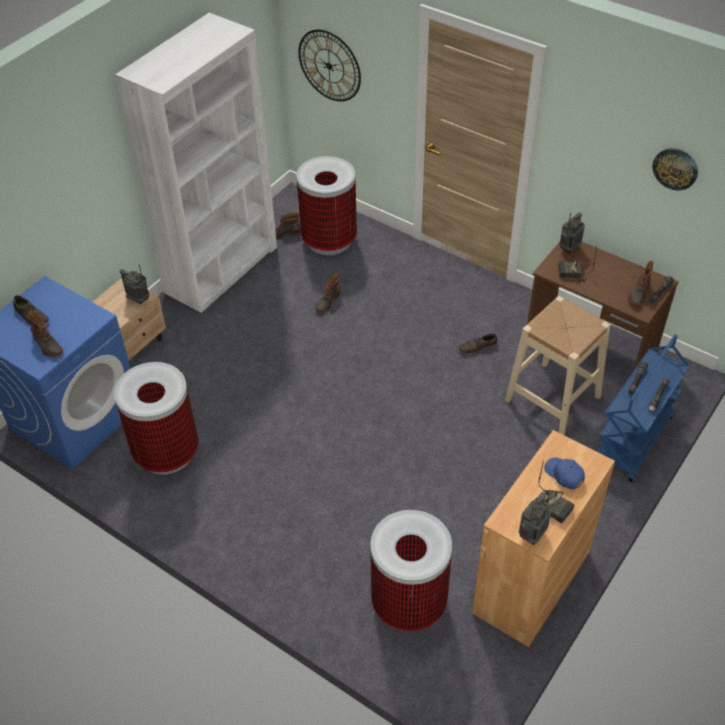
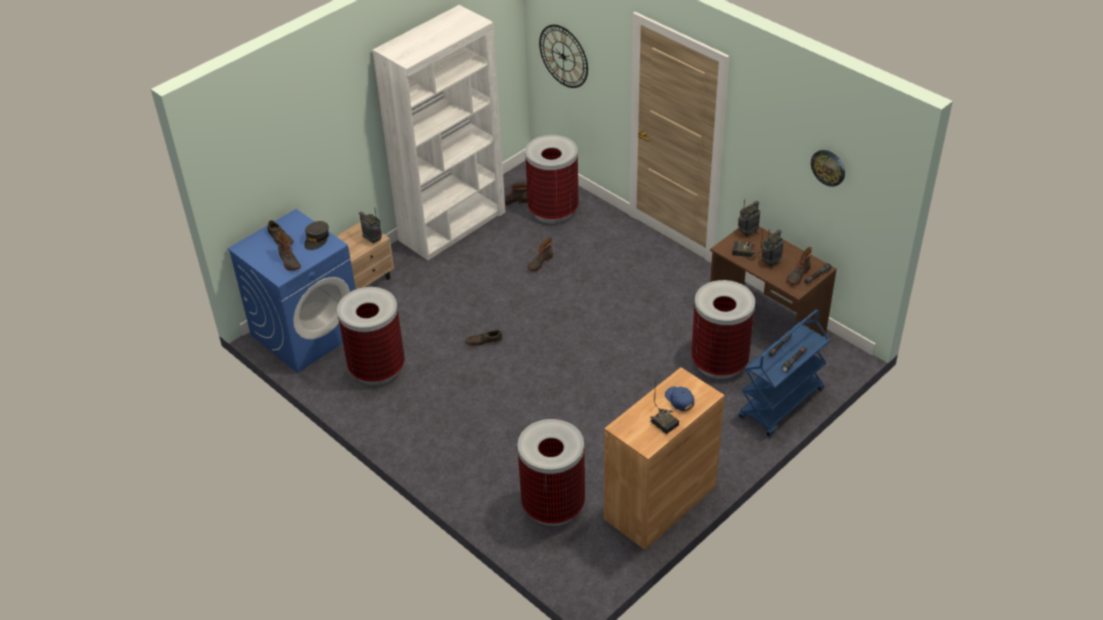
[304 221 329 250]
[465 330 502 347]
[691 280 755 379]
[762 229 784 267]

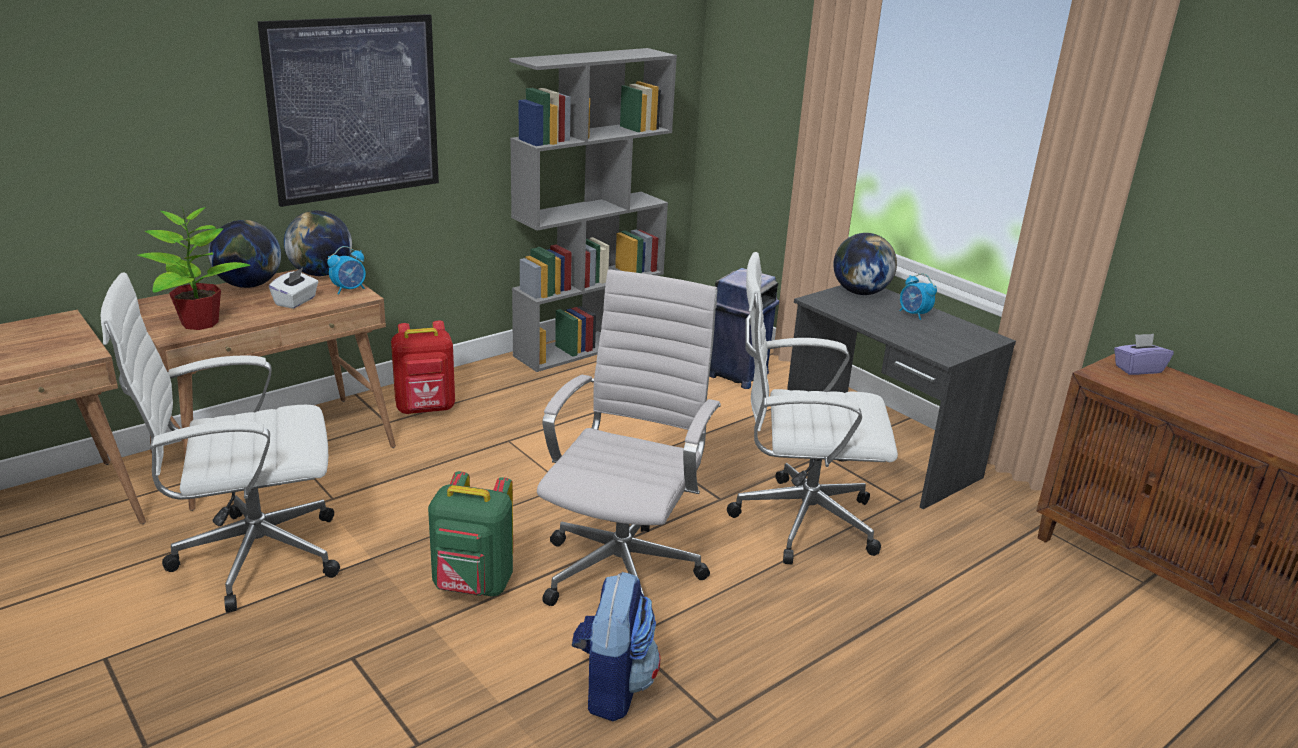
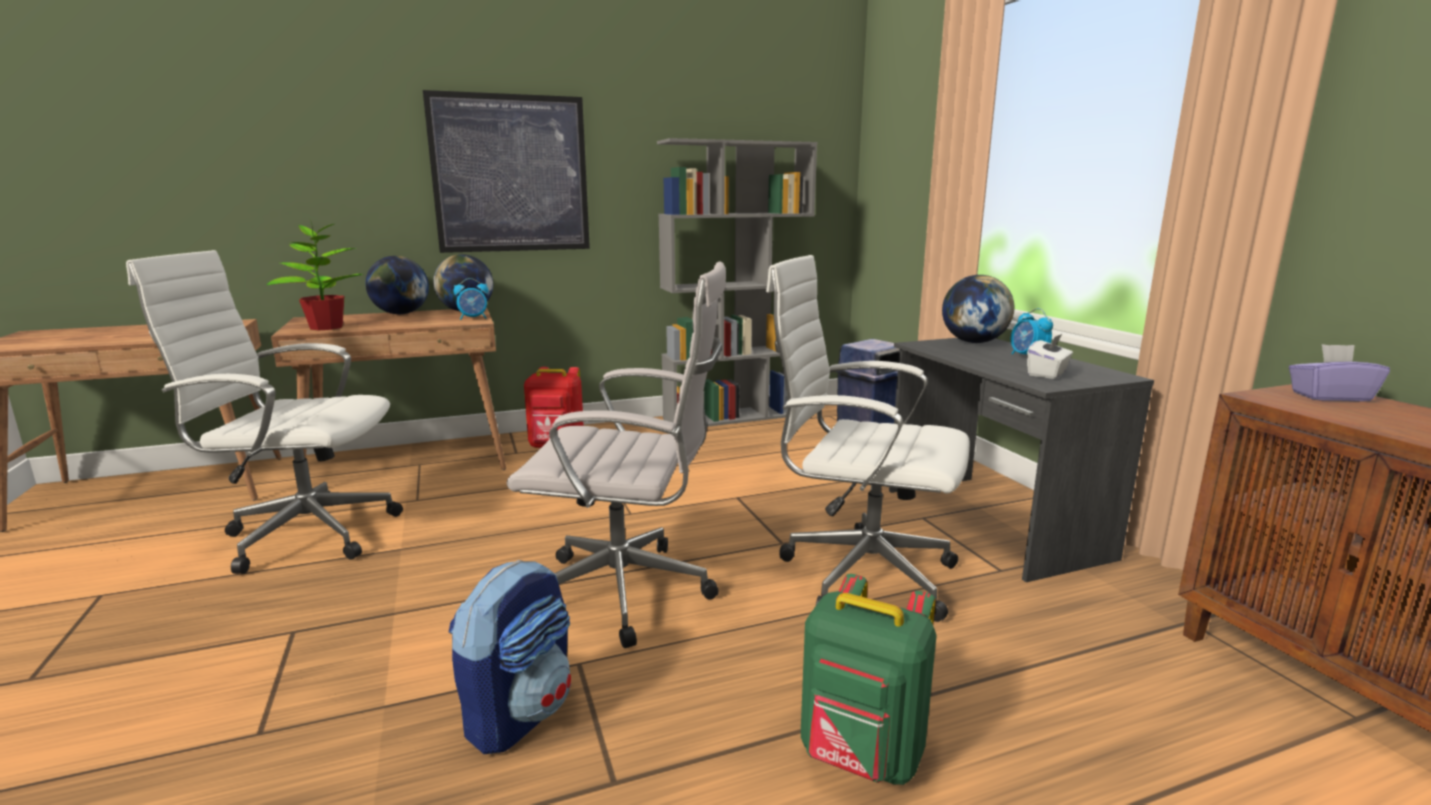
[507 262 726 648]
[801 574 937 785]
[1027 334 1073 379]

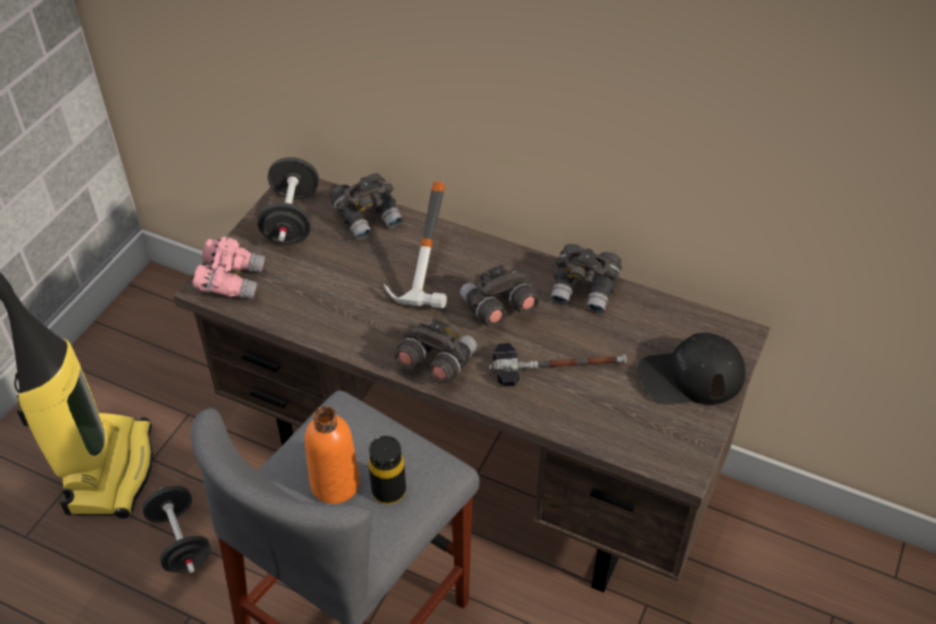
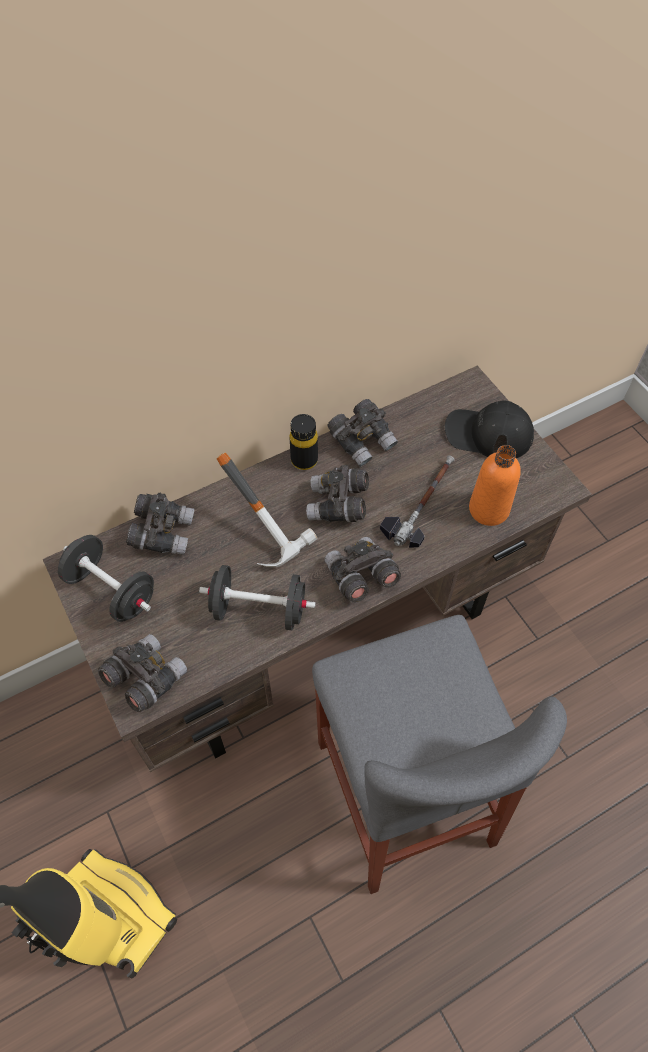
[98 634 187 712]
[199 565 316 630]
[289 414 318 470]
[445 400 534 458]
[469 445 521 526]

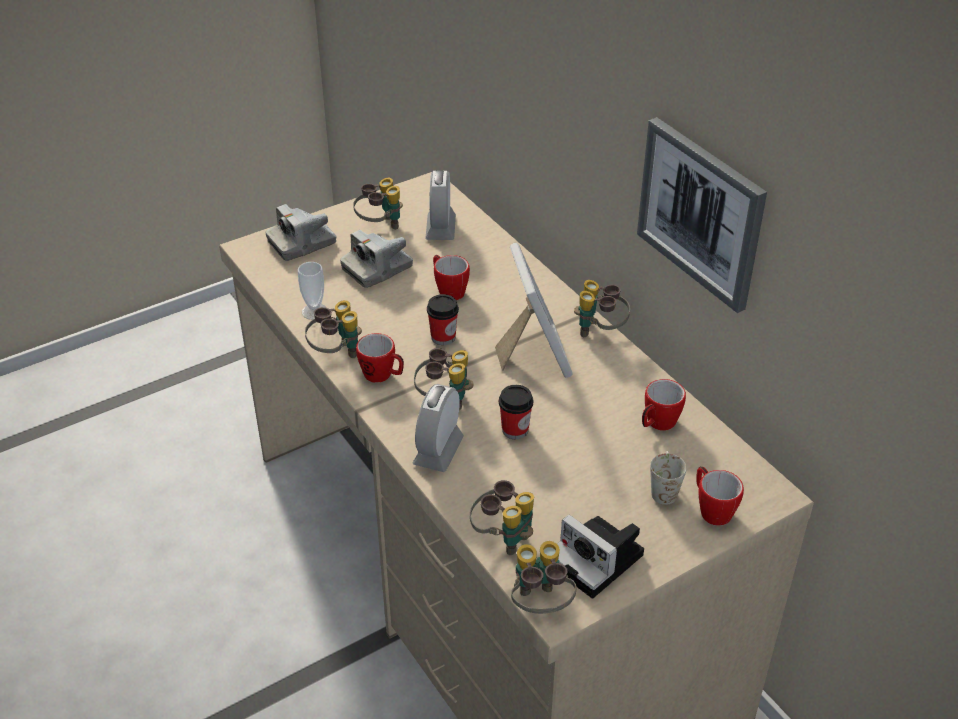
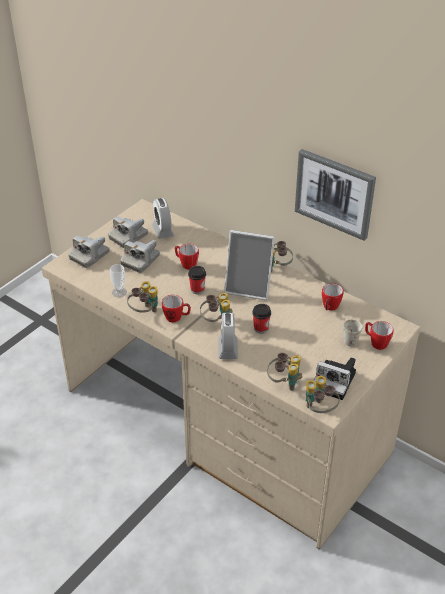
[108 216 148 248]
[224 230 275 301]

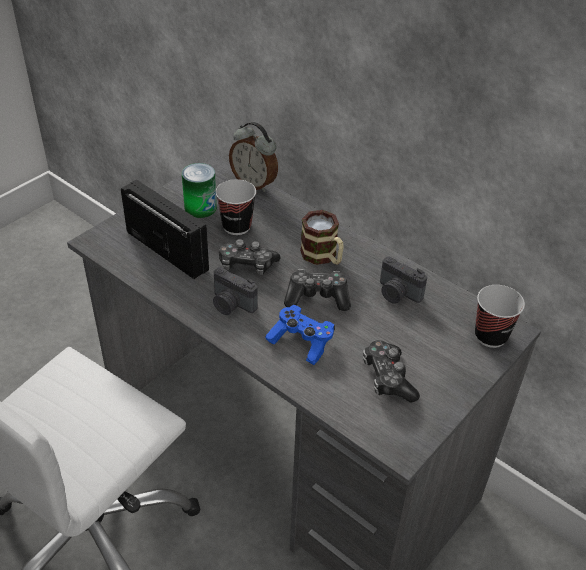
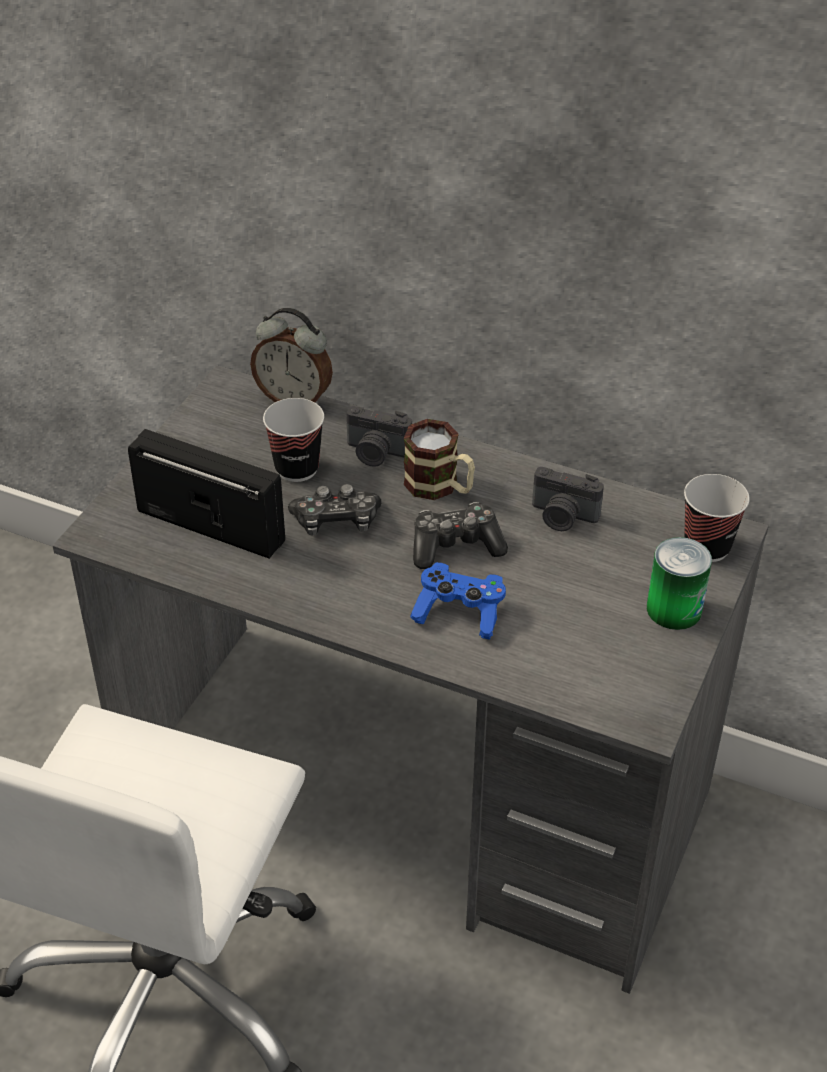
[346 406 412 467]
[647 537 712 630]
[363 340 420 403] (first image)

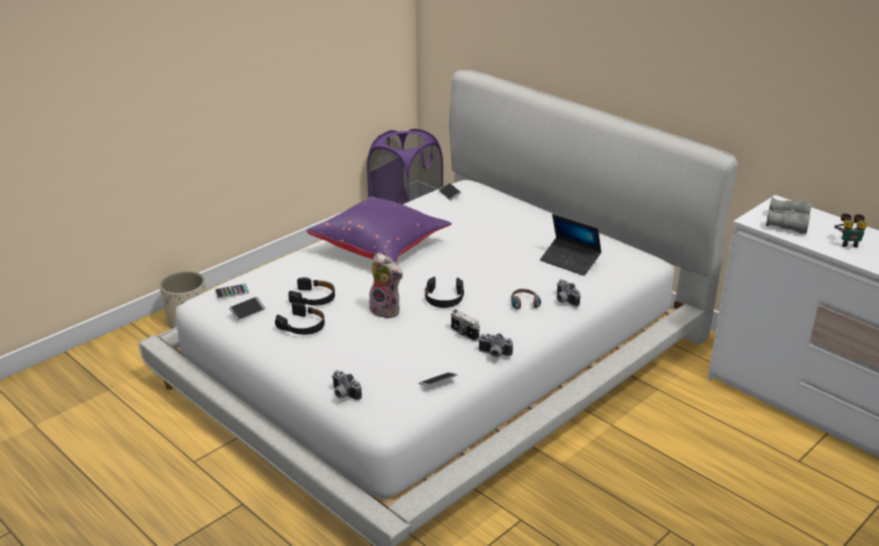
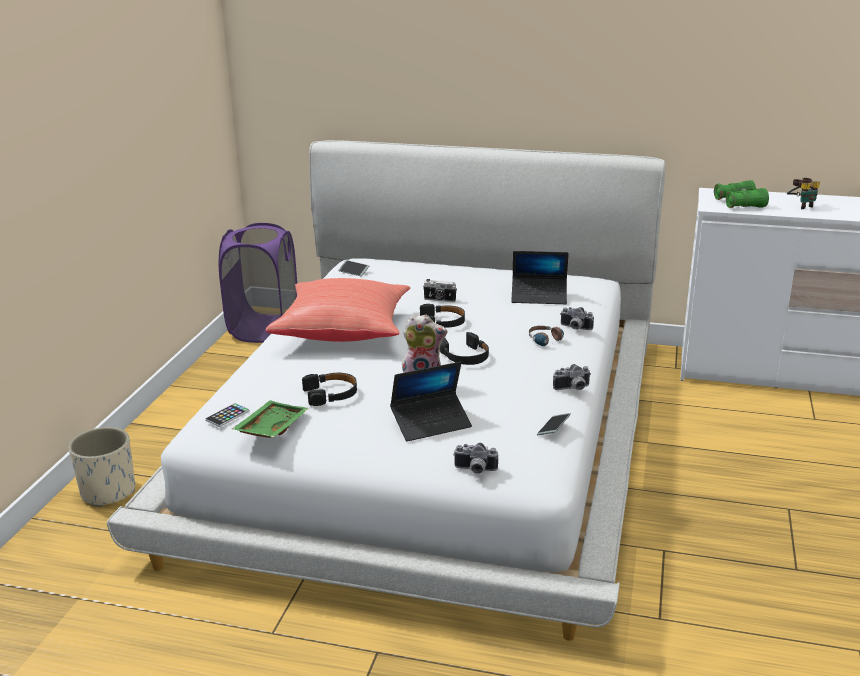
[232 400 309 438]
[266 278 410 342]
[390 362 472 442]
[420 304 465 327]
[423 279 457 302]
[714 180 769 208]

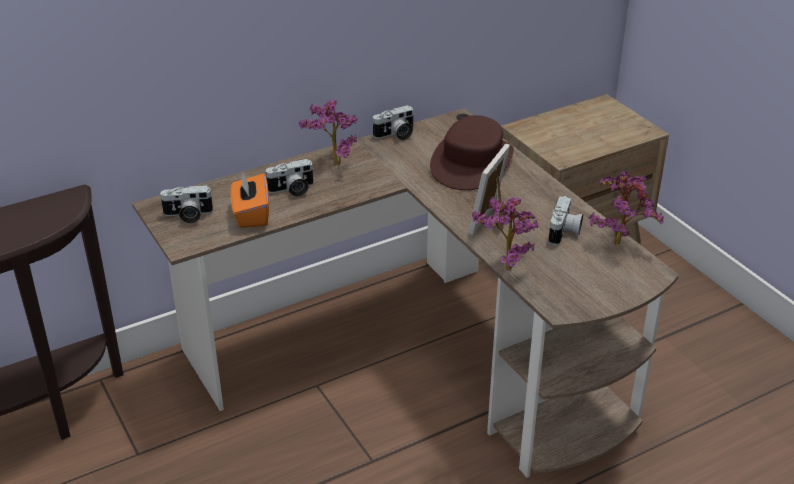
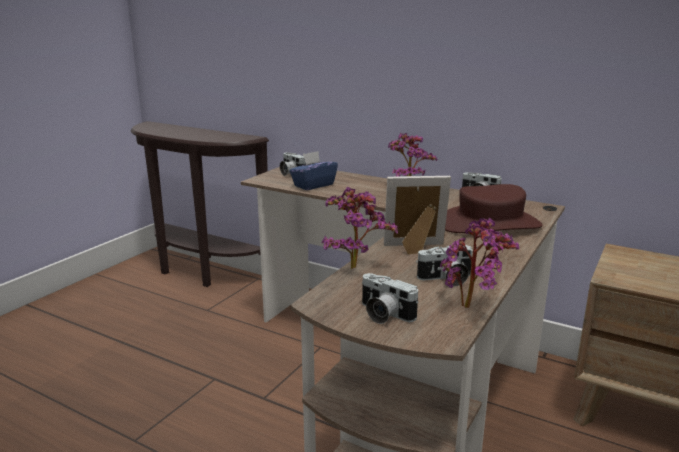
[289 151 338 190]
[362 273 419 324]

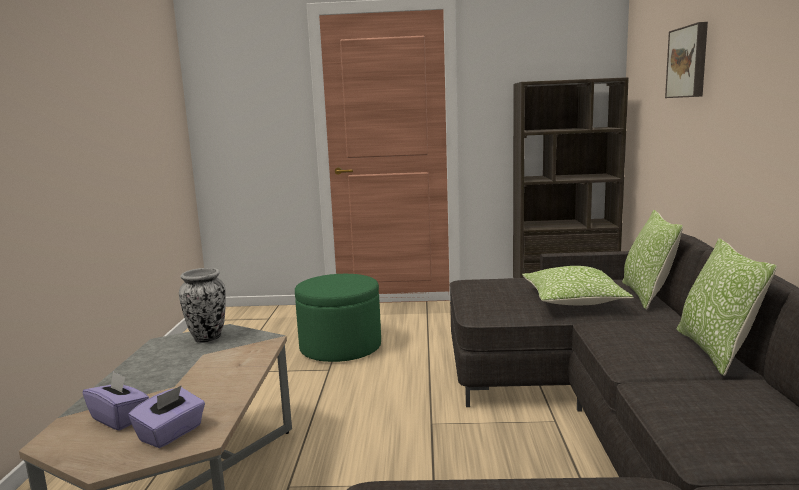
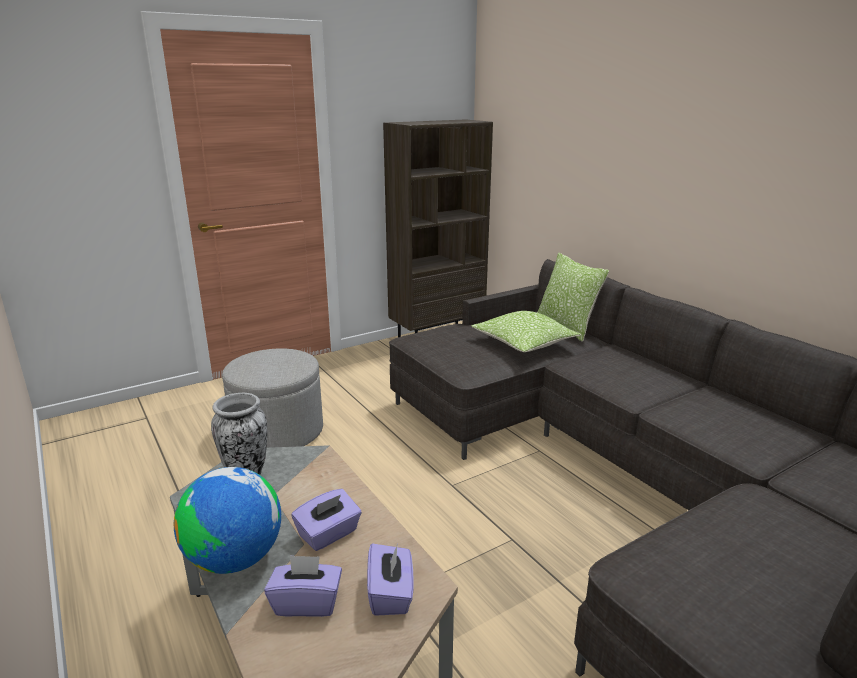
[174 467 281 574]
[222 349 323 448]
[292 489 362 551]
[665 22 708 98] (first image)
[676 238 777 376] (first image)

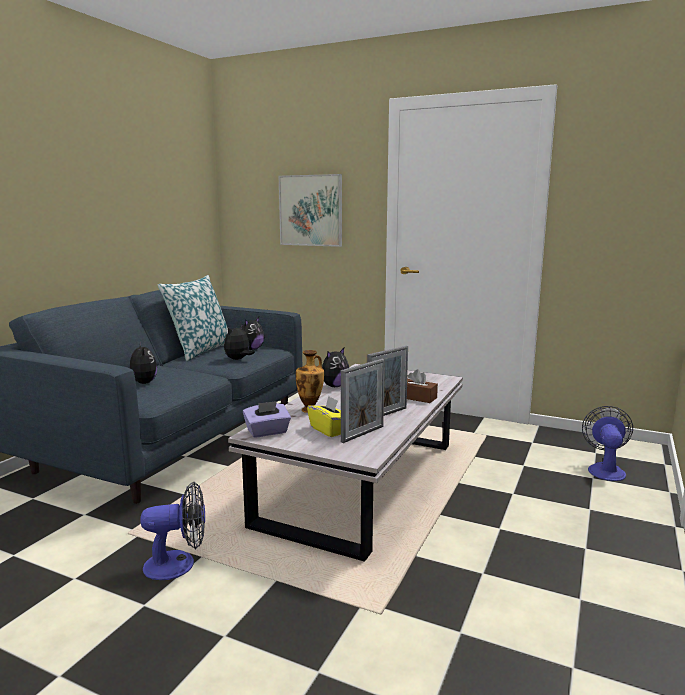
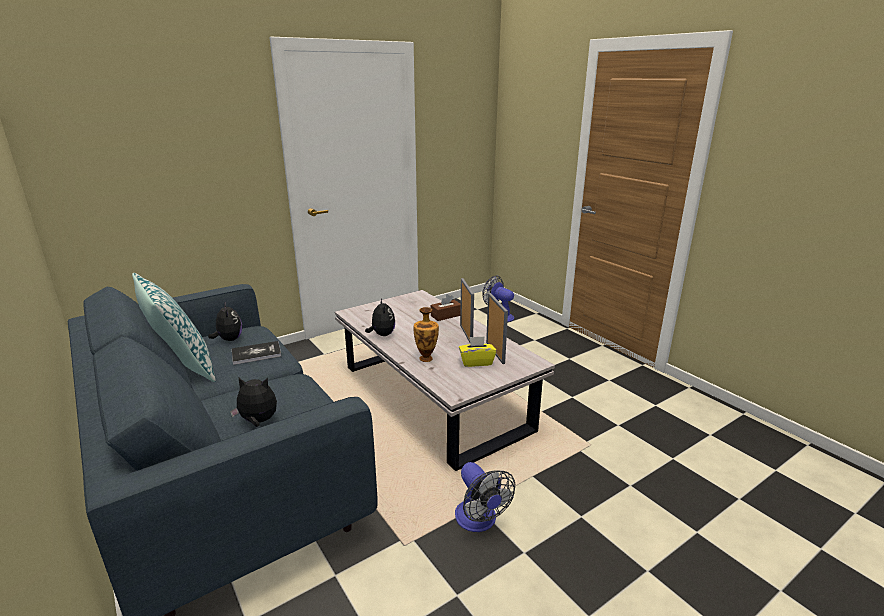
[232 341 282 365]
[455 462 515 532]
[243 401 291 438] (first image)
[279 174 342 247] (first image)

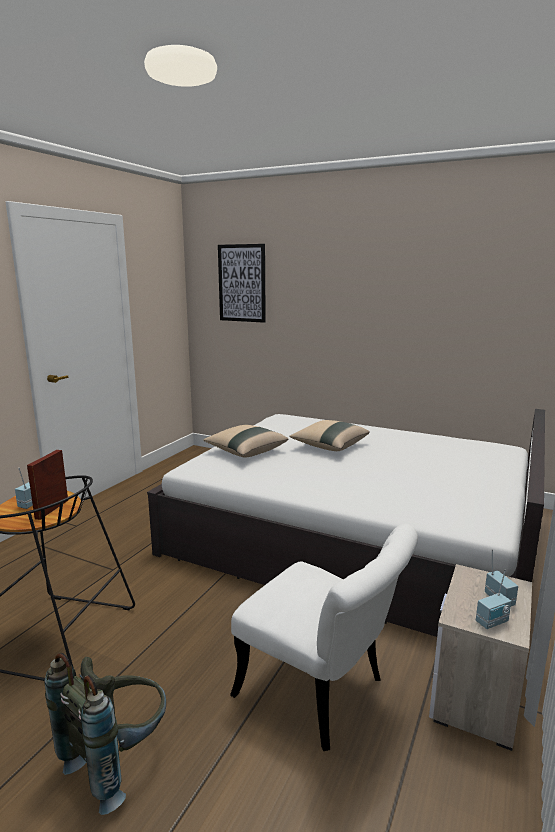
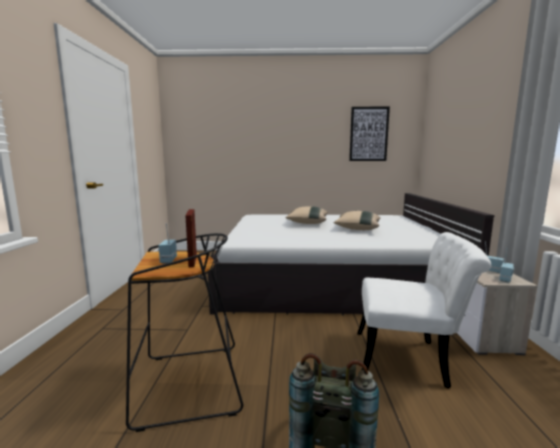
[334 211 380 230]
[349 107 390 161]

